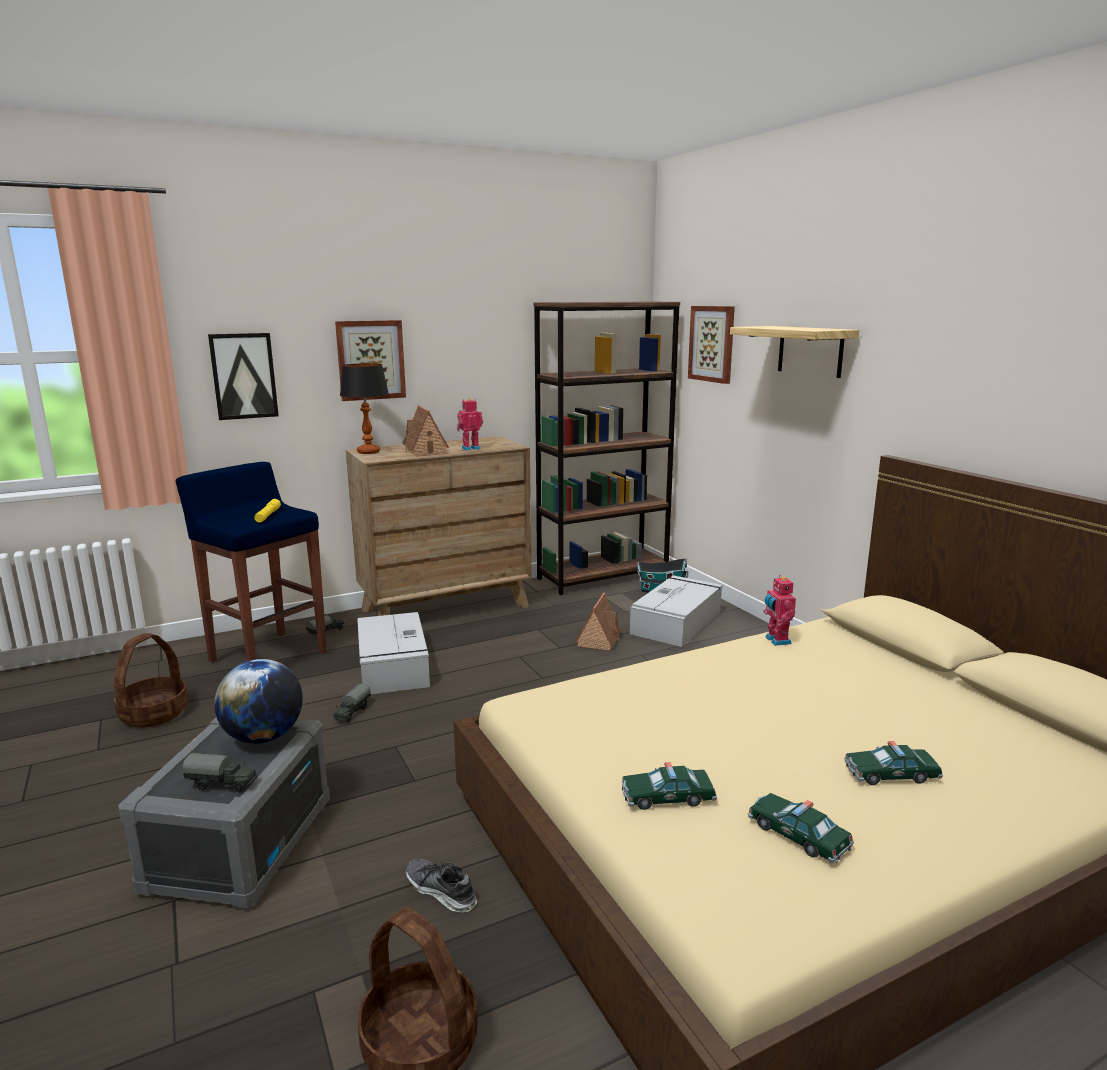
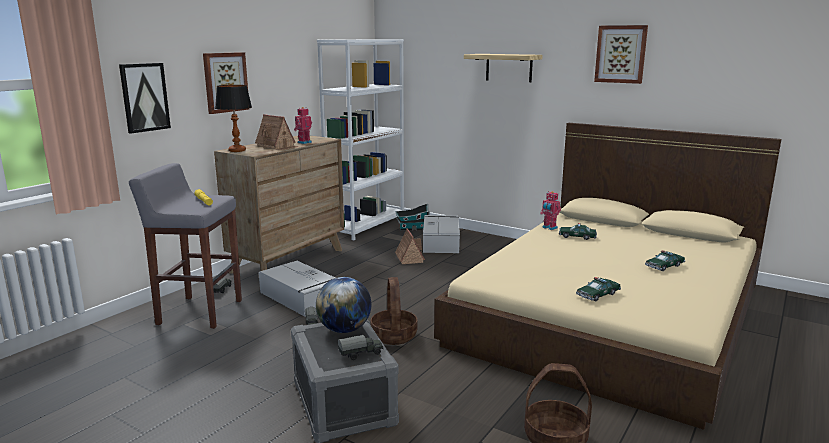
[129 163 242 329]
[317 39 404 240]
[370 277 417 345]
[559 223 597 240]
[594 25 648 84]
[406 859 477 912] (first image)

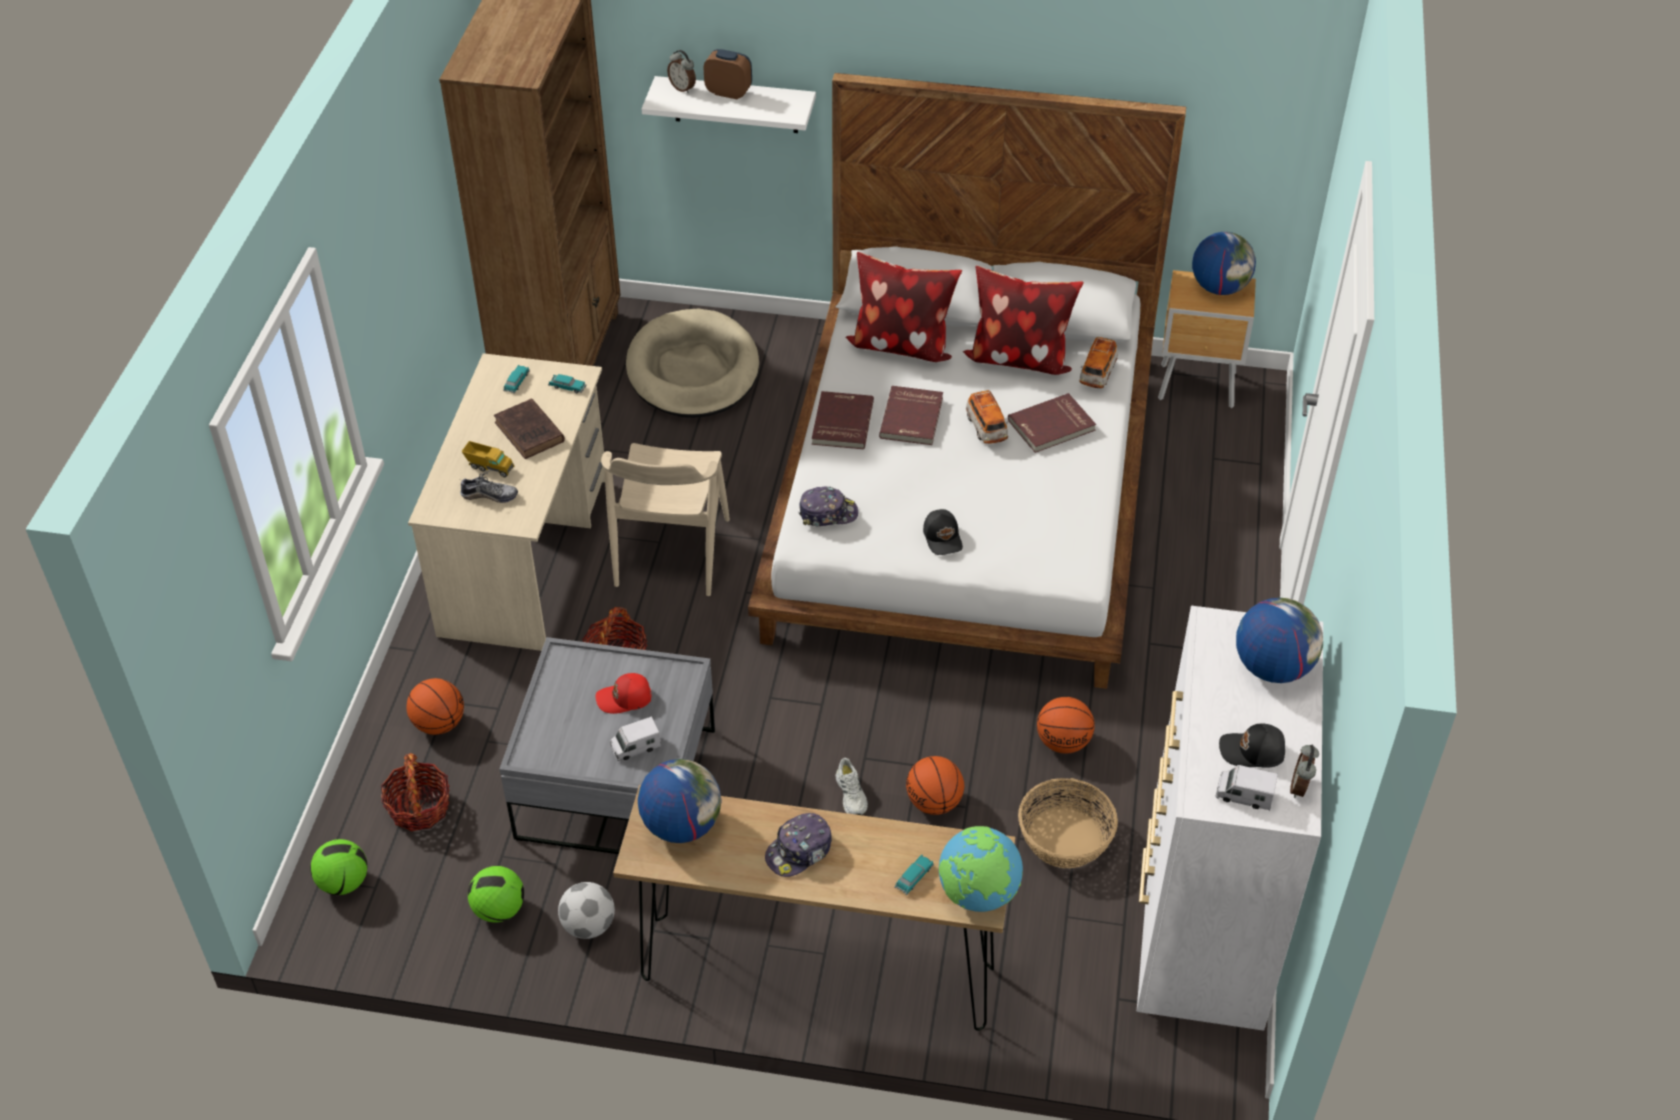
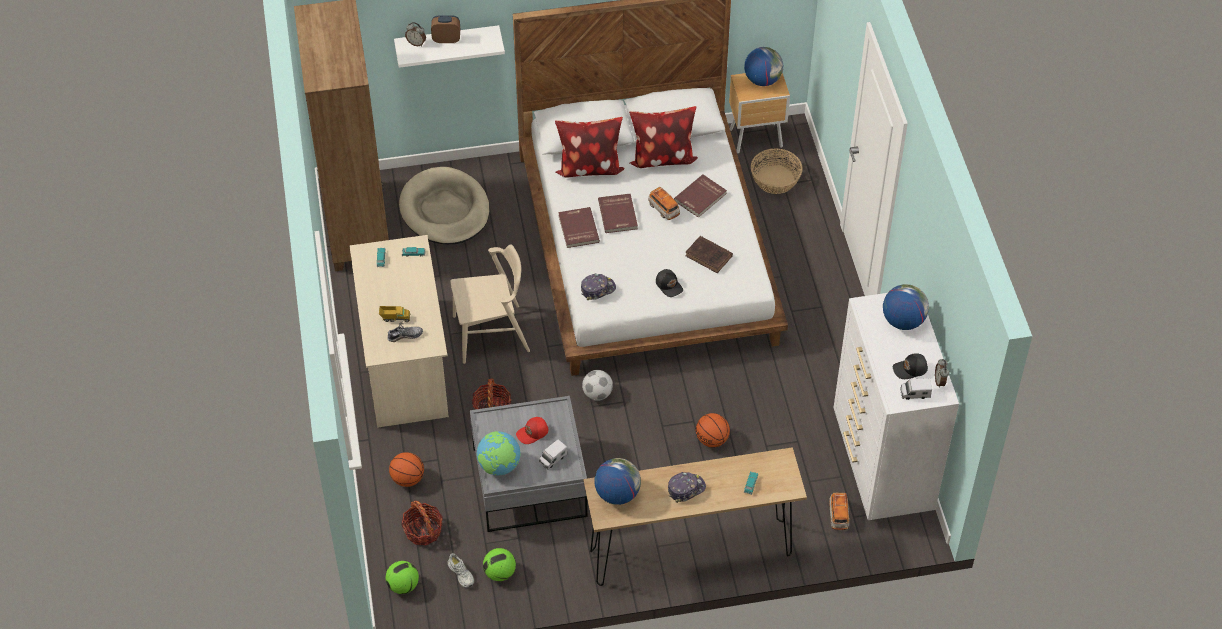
[448 554 474 588]
[450 244 530 364]
[477 431 521 475]
[582 370 613 401]
[668 472 706 503]
[685 236 733 273]
[751 148 802 194]
[829 493 850 530]
[1037 697 1095 753] (first image)

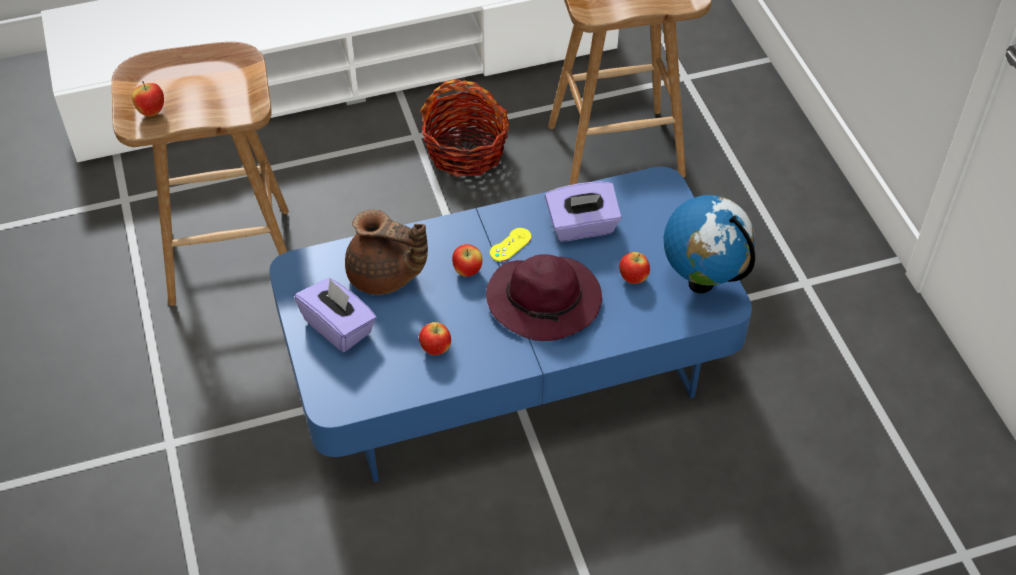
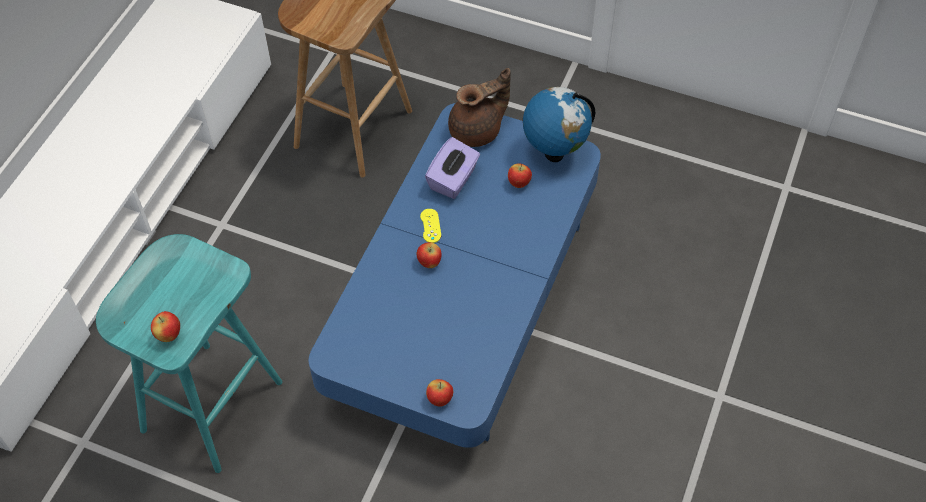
[96 234 282 473]
[426 379 453 407]
[448 68 510 147]
[295 278 377 352] (first image)
[420 79 509 177] (first image)
[486 254 602 341] (first image)

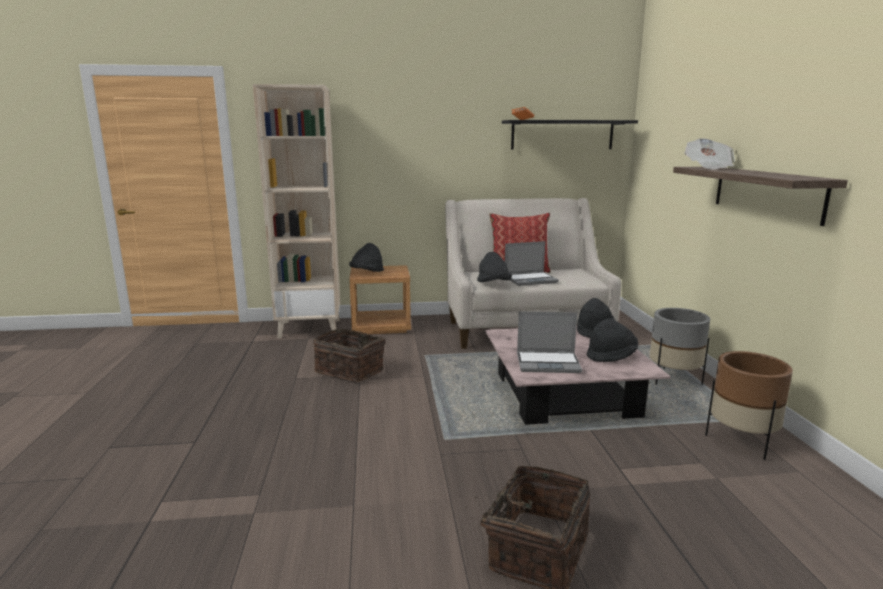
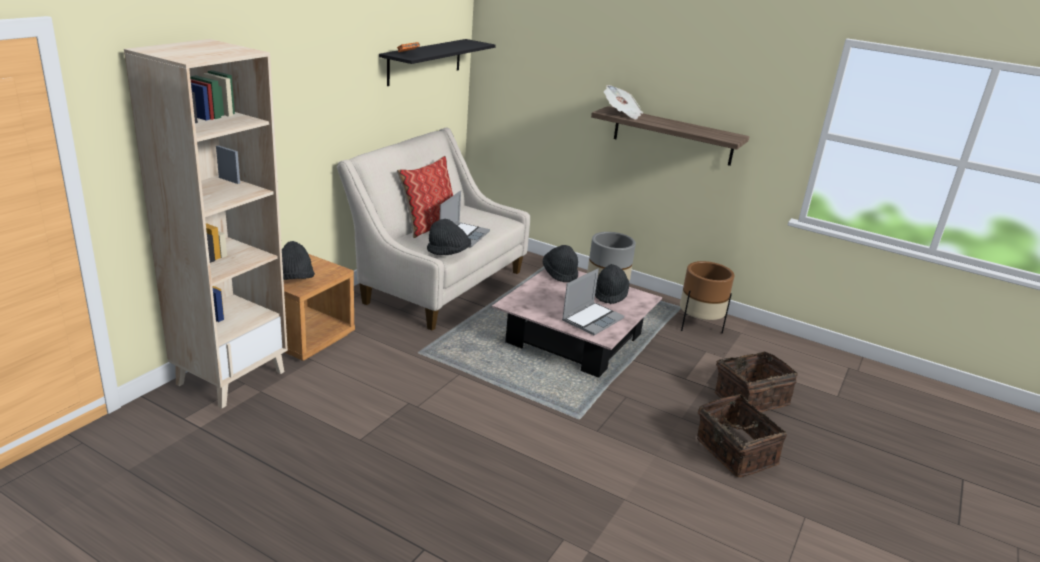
[714 352 798 412]

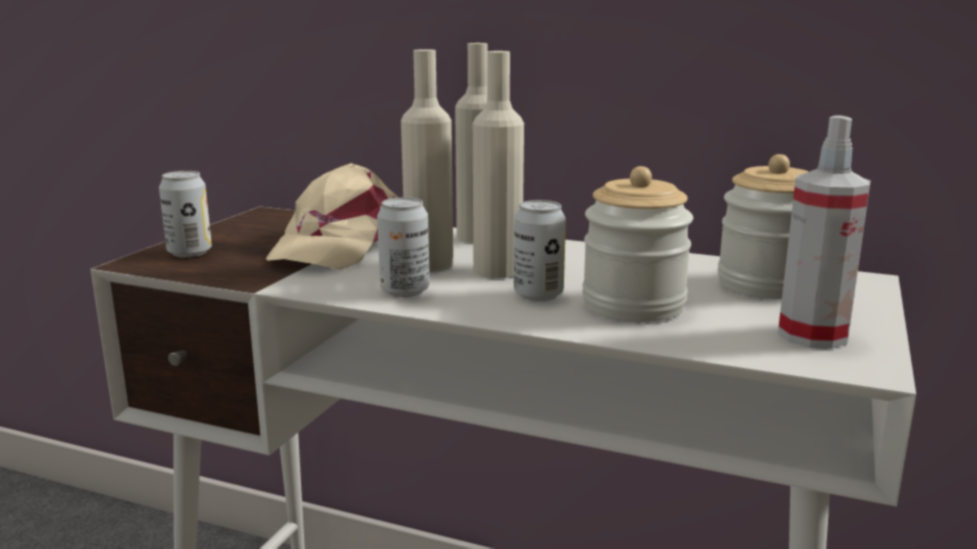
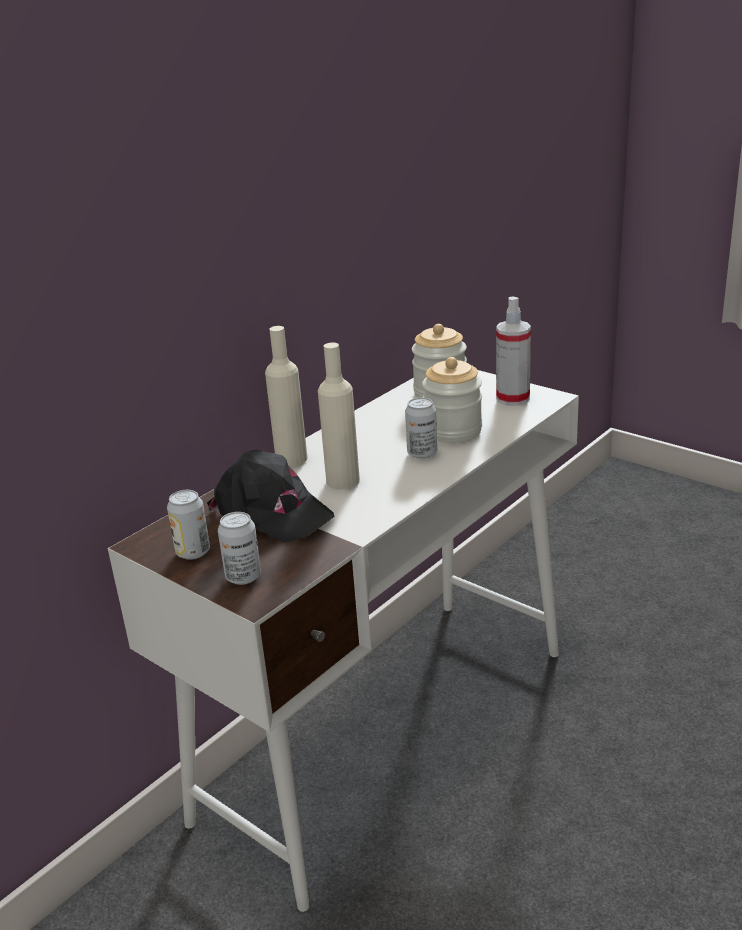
[167 490 210 560]
[207 450 334 542]
[473 51 524 278] (first image)

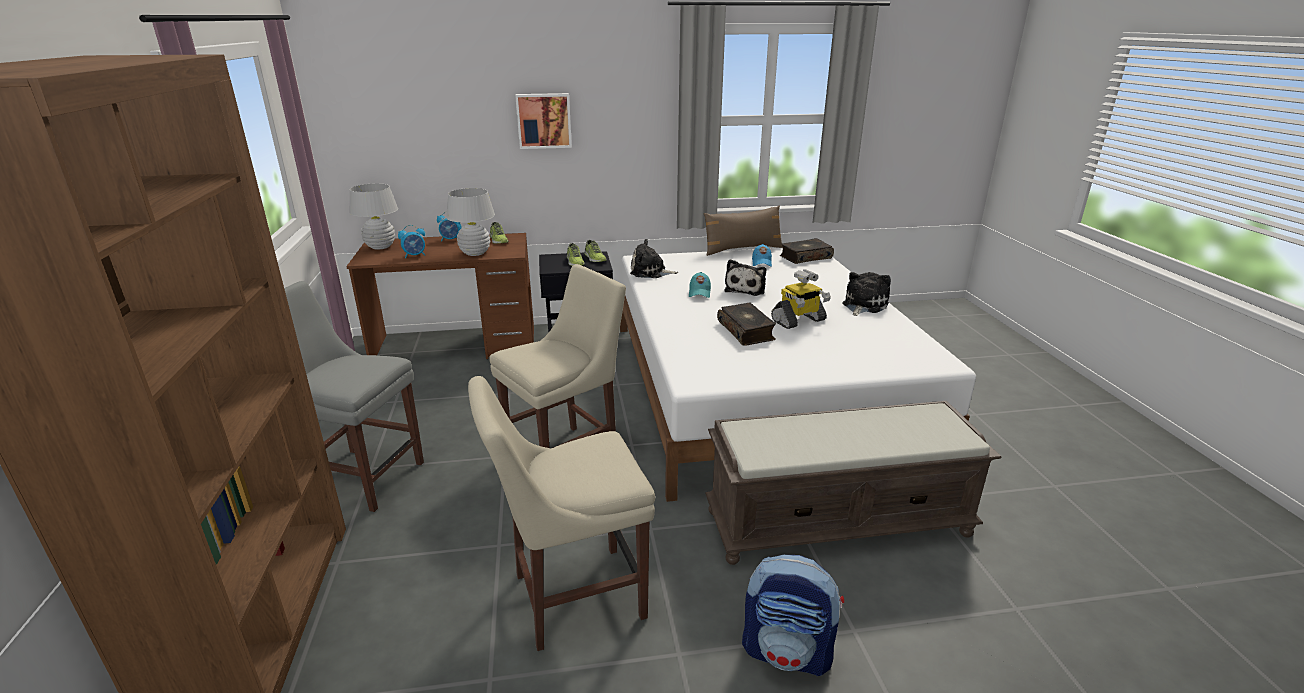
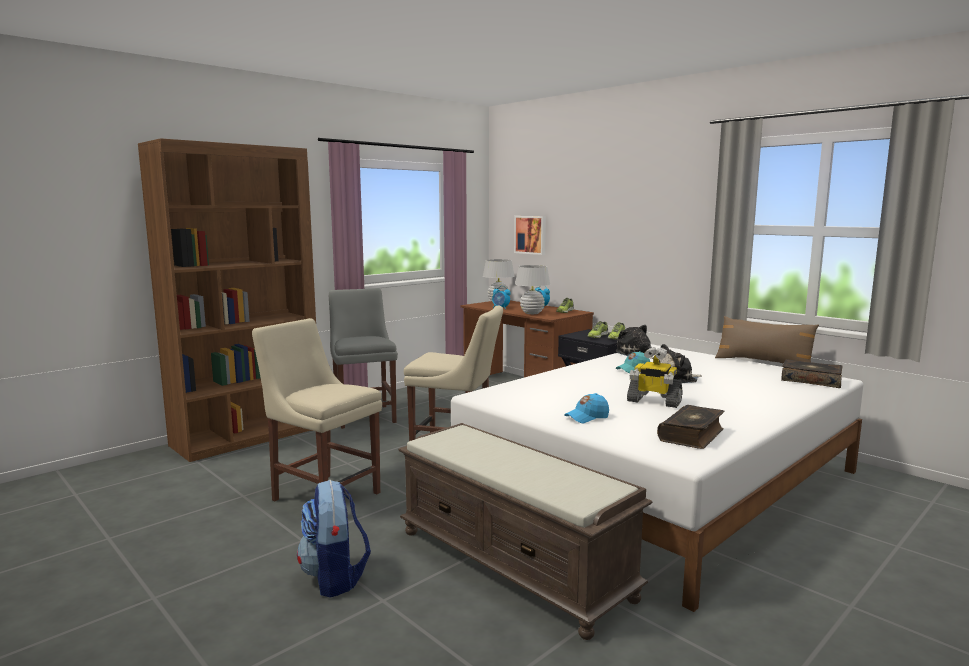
[514 216 546 255]
[564 393 609 423]
[657 405 724 449]
[842 272 891 316] (first image)

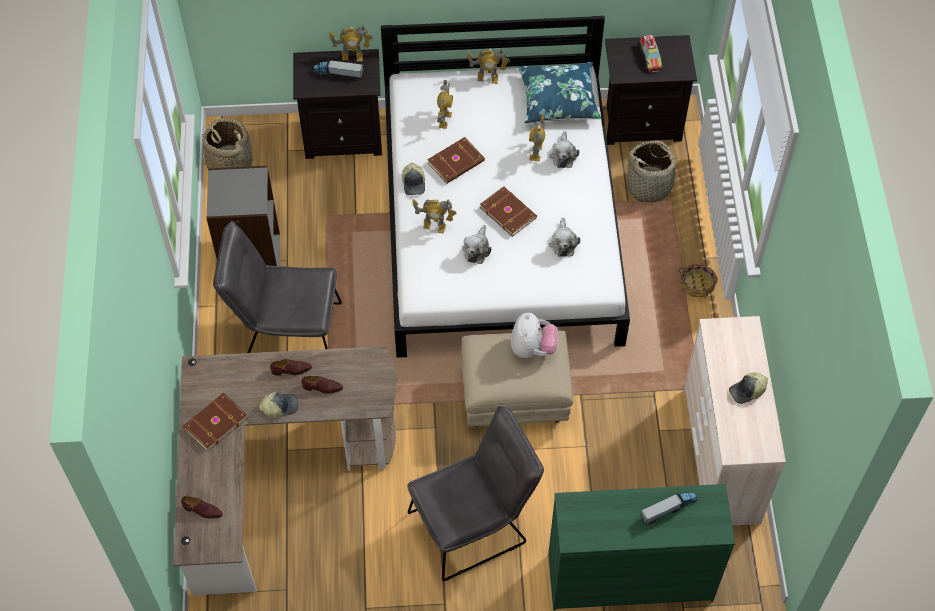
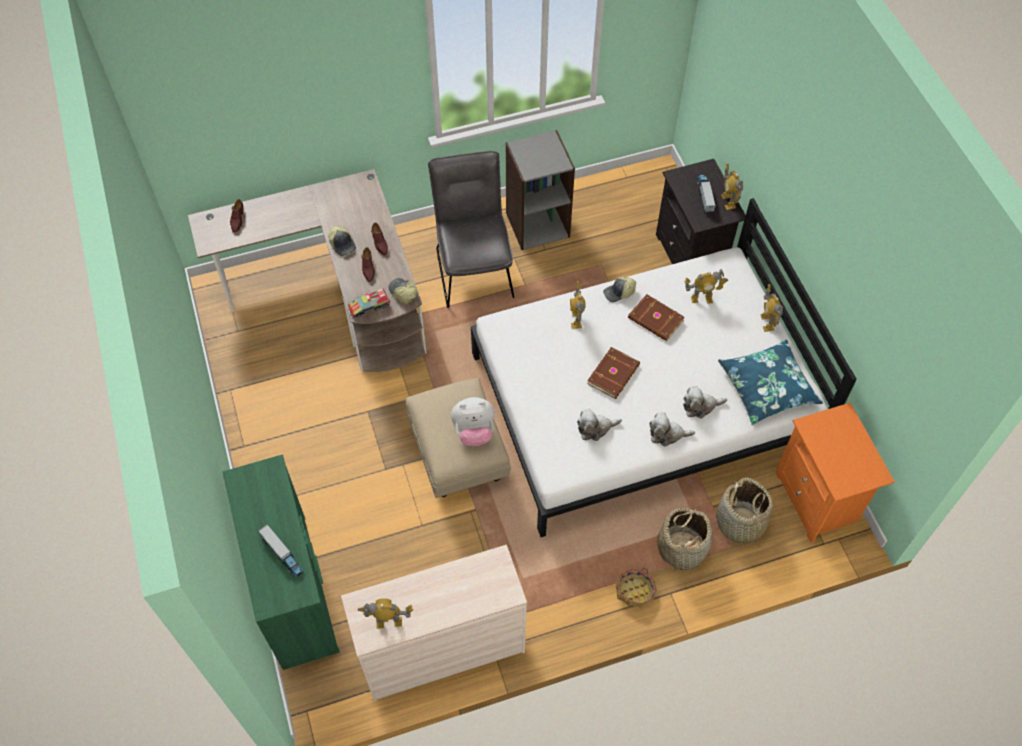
[348 289 390 317]
[358 598 413 629]
[389 278 417 304]
[649 413 695 447]
[657 508 712 572]
[775 403 895 543]
[183 392 248 452] (first image)
[407 406 544 581] (first image)

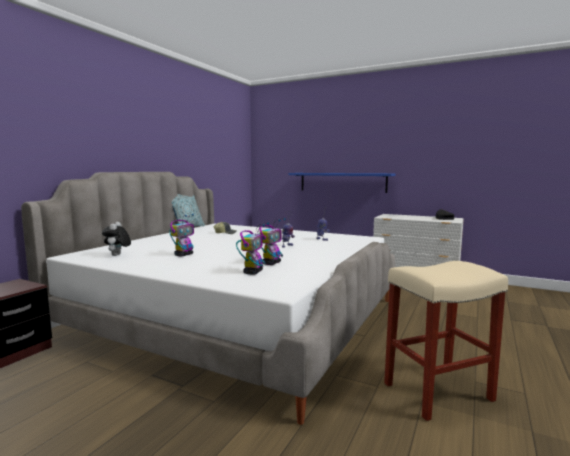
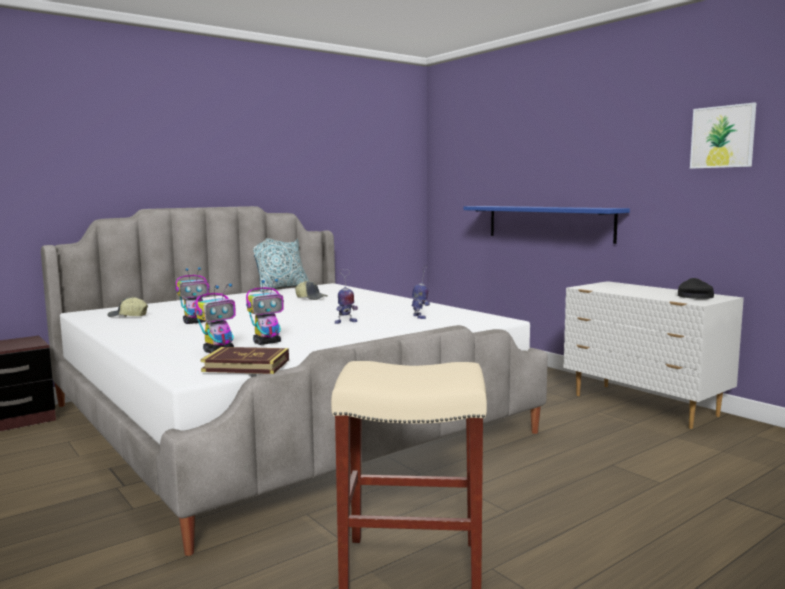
[107 297 148 317]
[201 347 289 374]
[690 102 756 169]

